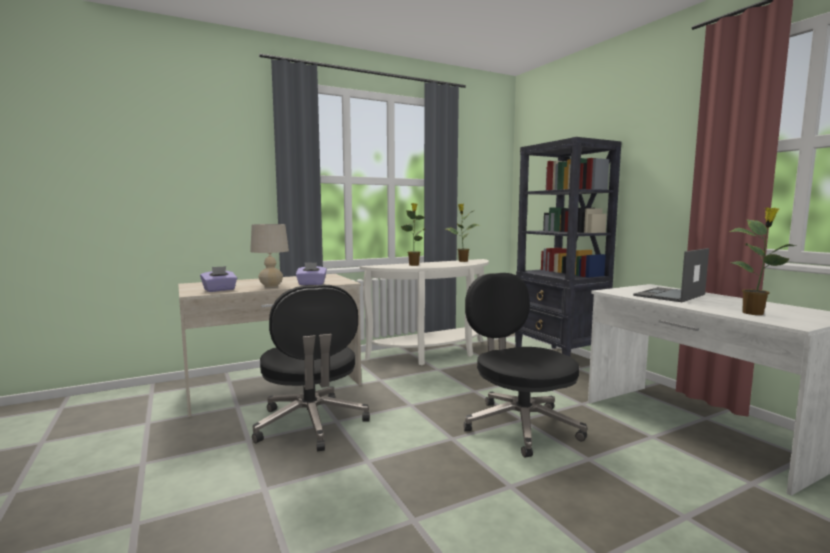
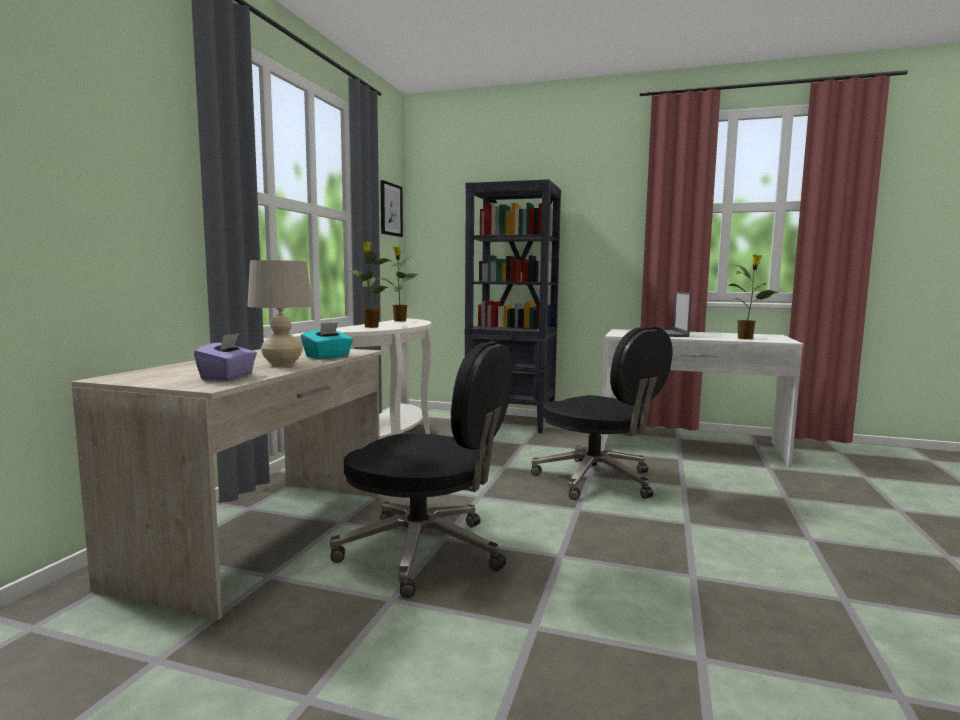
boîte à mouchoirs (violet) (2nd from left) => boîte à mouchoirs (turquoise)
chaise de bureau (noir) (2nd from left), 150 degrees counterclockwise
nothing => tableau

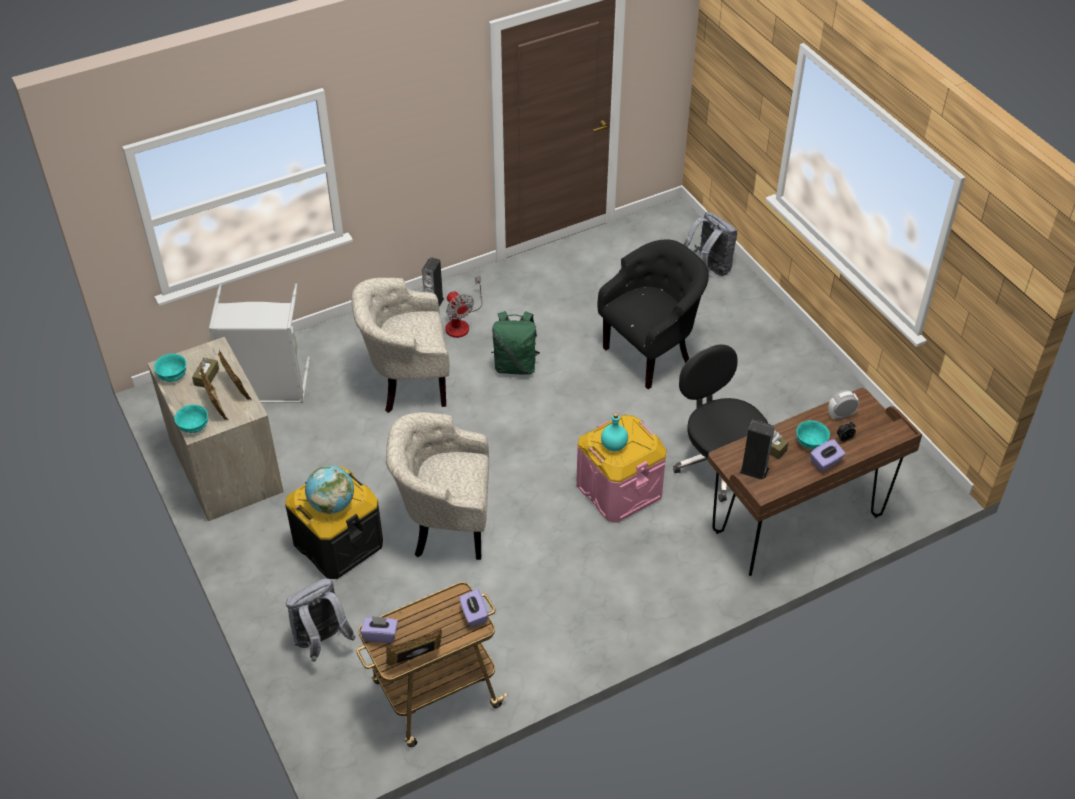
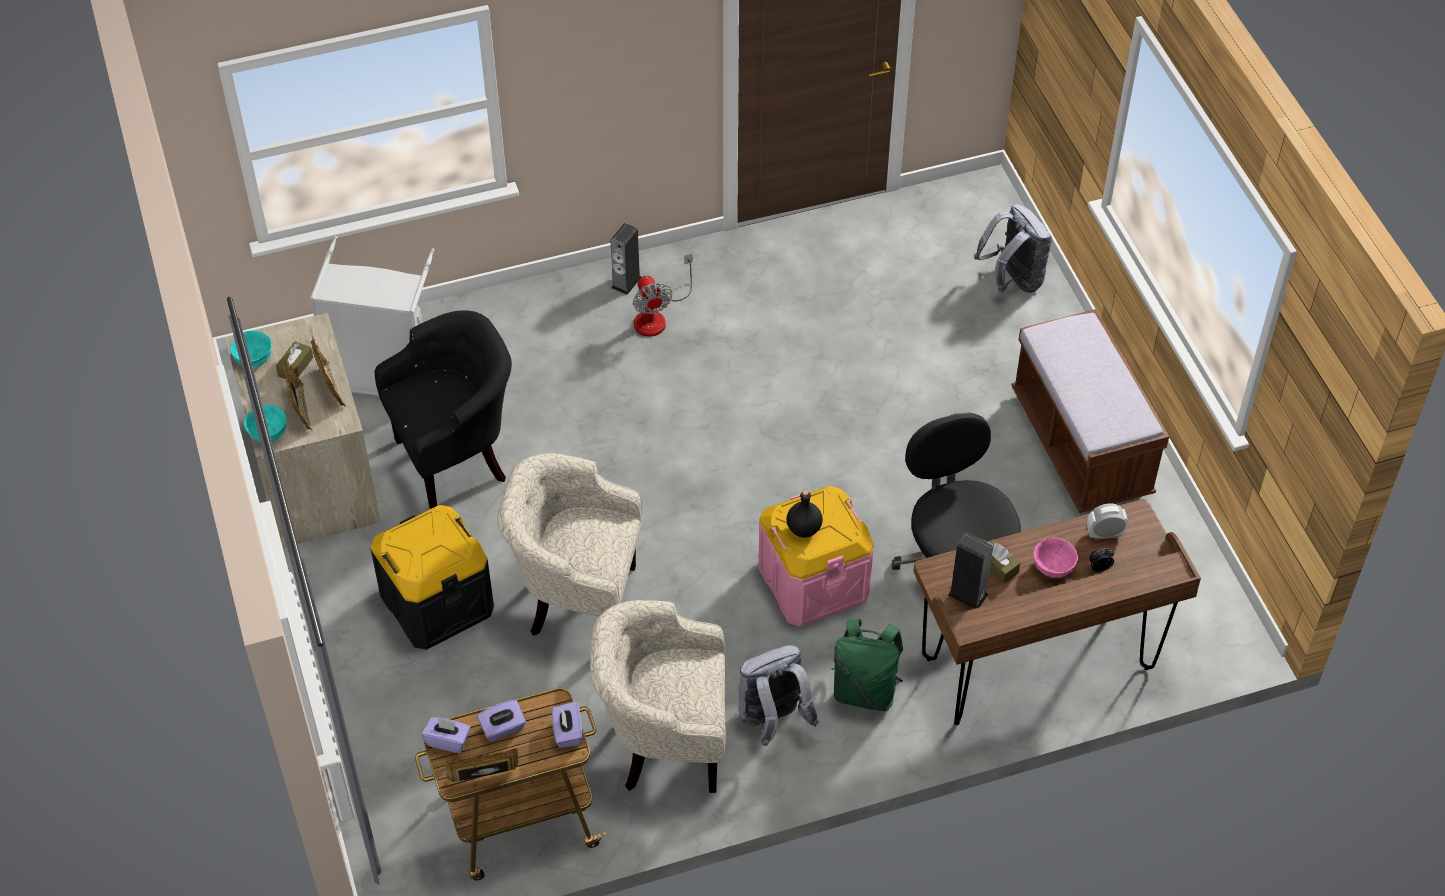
fauteuil (noir), move
fauteuil (beige) (1st from left in the first image) => fauteuil (beige) (2nd from left), move
sac à dos (vert), move
bouteille (turquoise) => bouteille (noir)
bol (turquoise) (3rd from left) => bol (rose)
boîte à mouchoirs (violet) (3rd from left in the first image) => boîte à mouchoirs (violet) (2nd from left), move
globe => nothing
sac à dos (gris) (1st from left), move
nothing => banc (marron)

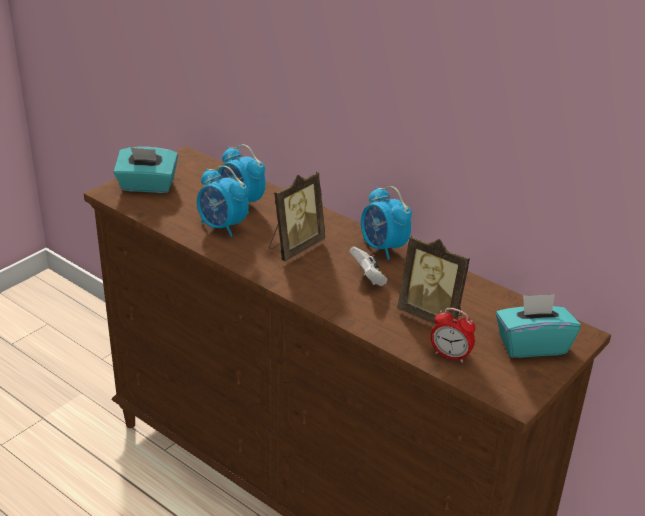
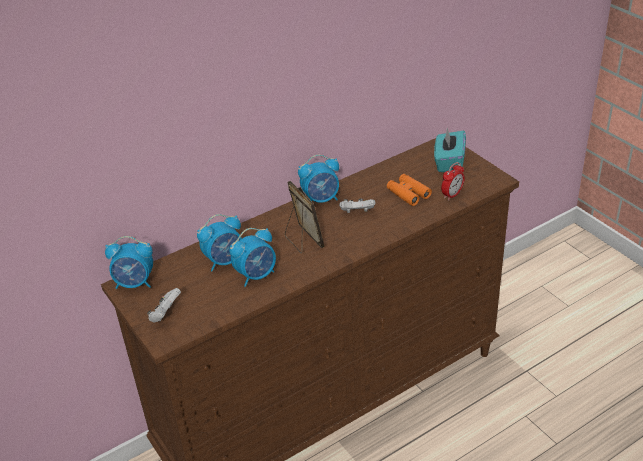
boîte à mouchoirs (turquoise) (1st from left) => manette (blanc) (1st from left)
cadre photo (2nd from left) => jumelles (orange)
nothing => réveil (1st from left)

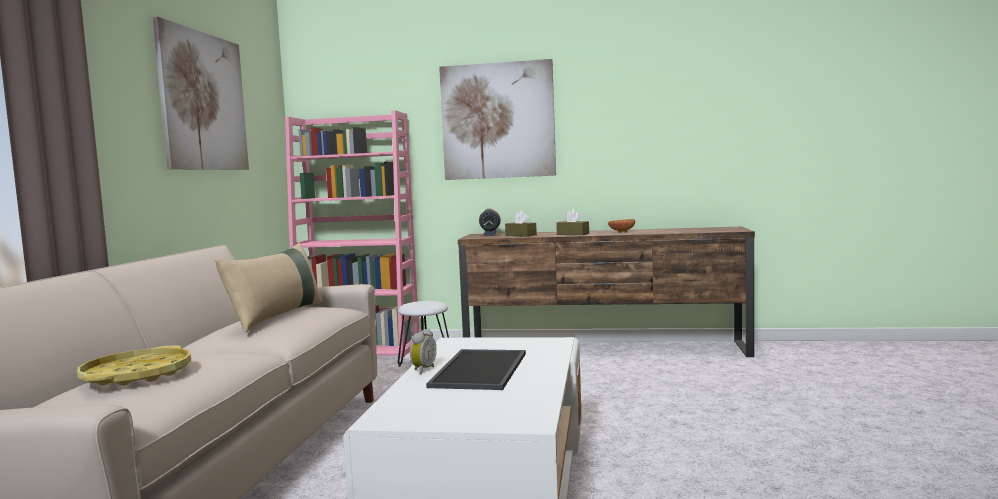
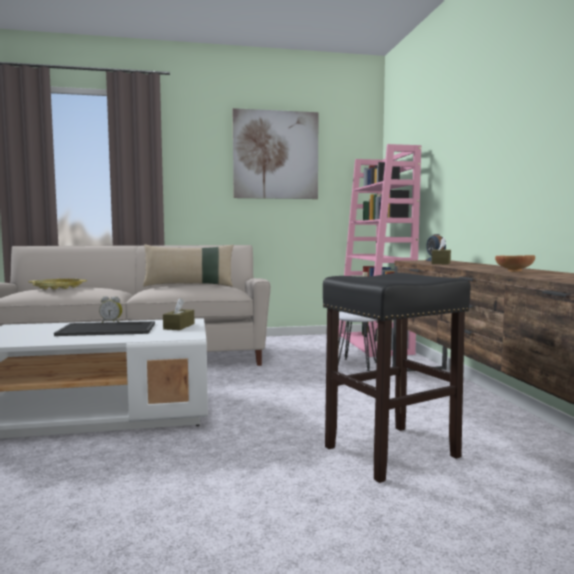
tableau (2nd from left) => nothing
boîte à mouchoirs (marron) (2nd from left in the first image) => boîte à mouchoirs (marron) (1st from left), move
nothing => tabouret (noir)

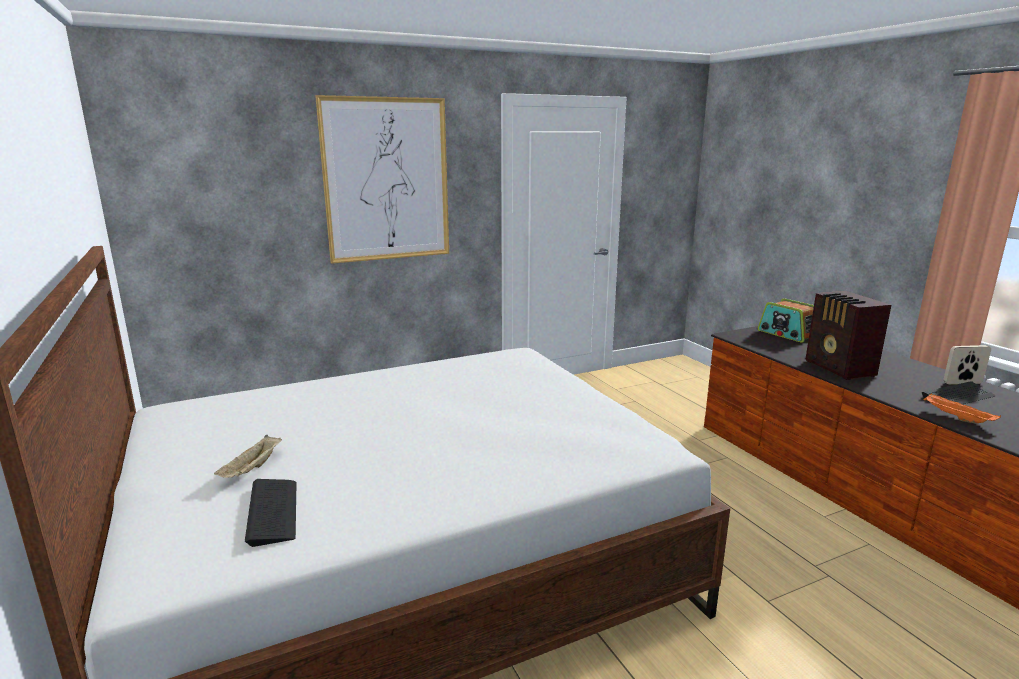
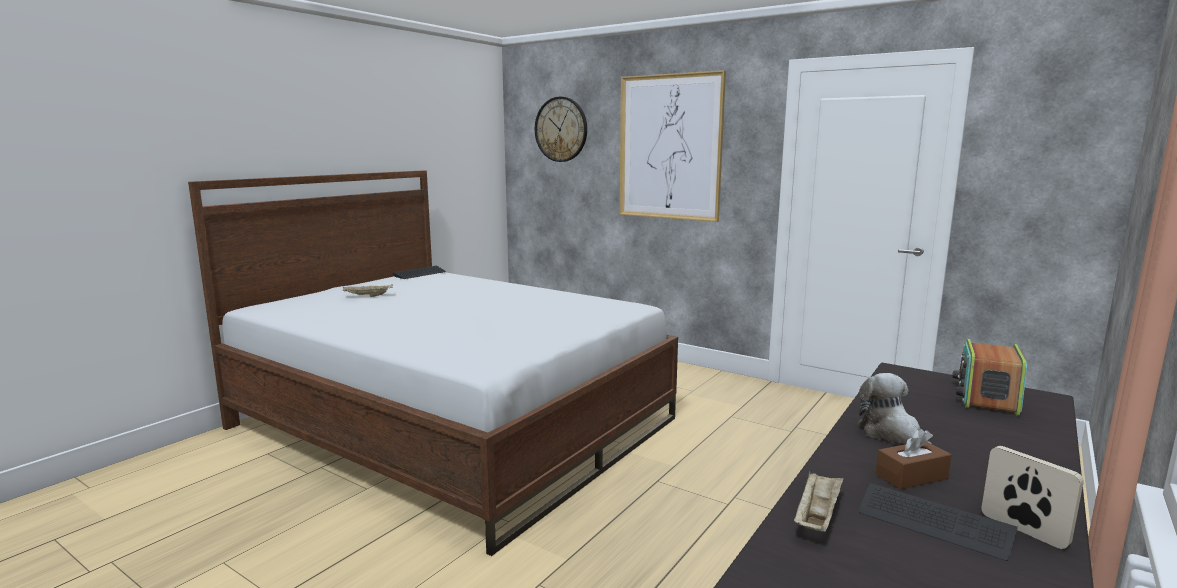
radio (2nd from left) => peluche
plateau (orange) => plateau (beige) (2nd from left)
clavier (1st from left), move
nothing => horloge murale
nothing => boîte à mouchoirs (marron)

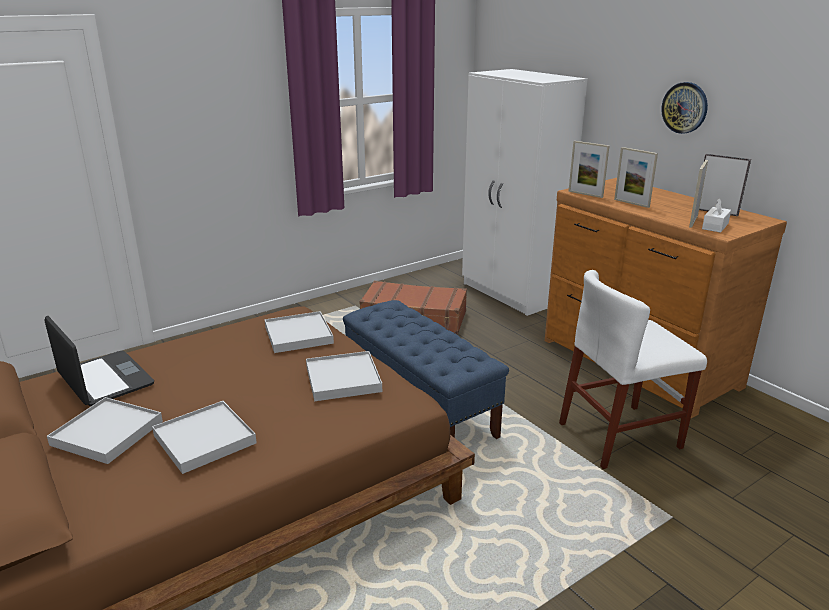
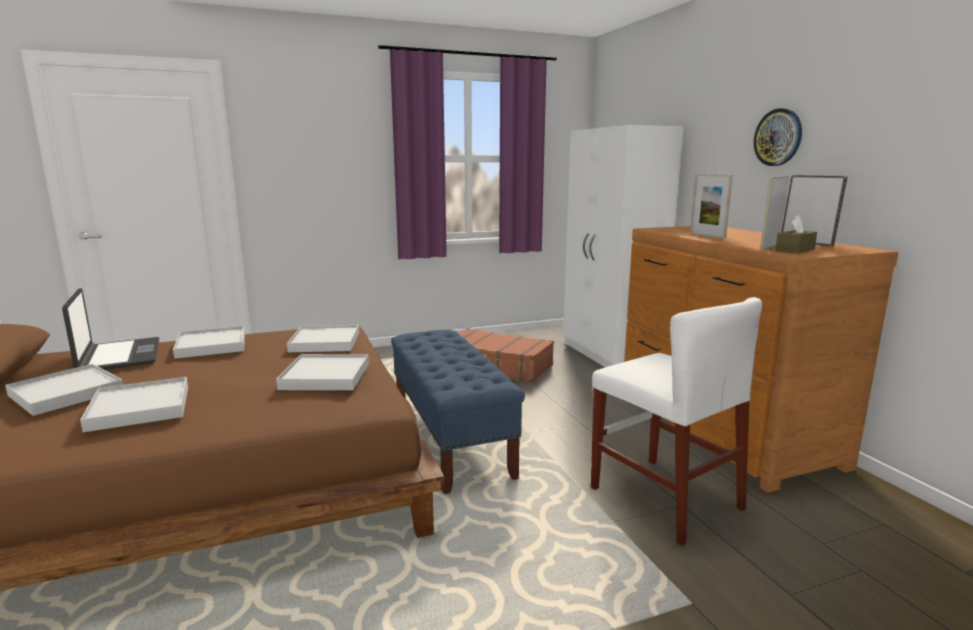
cadre photo (1st from left) => nothing
boîte à mouchoirs (blanc) => boîte à mouchoirs (marron)
chaise (blanc), 120 degrees counterclockwise
nothing => plateau (blanc) (3rd from left)

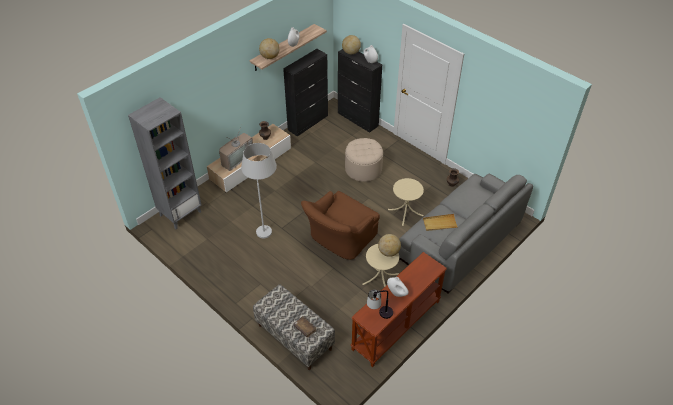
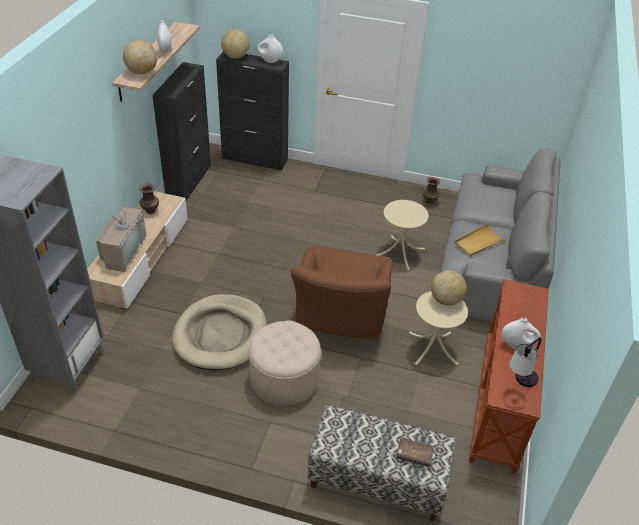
pouf (beige), move
lampadaire (blanc) => panier pour chien (beige)

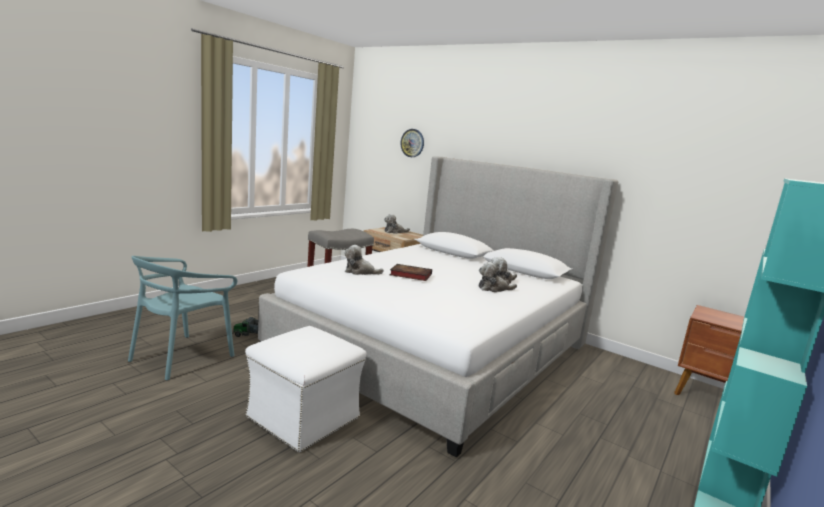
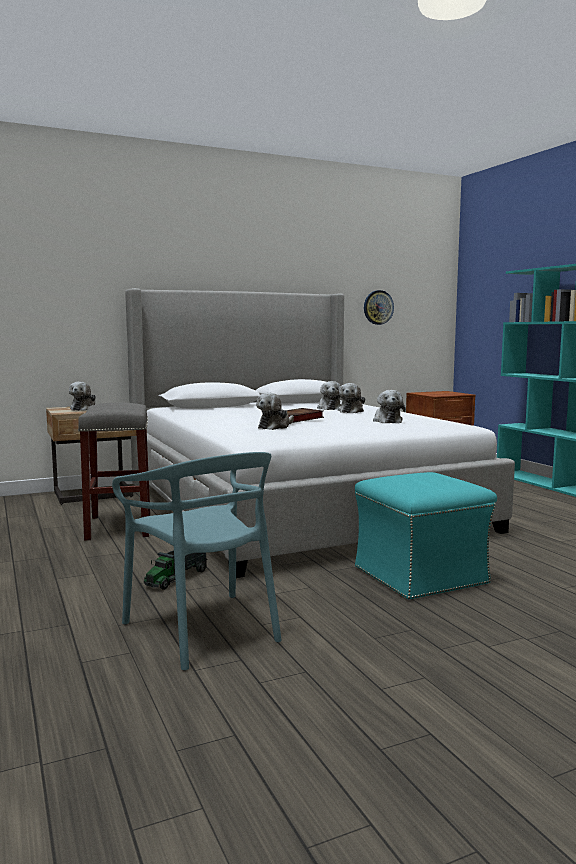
horloge murale, move
pouf (blanc) => pouf (turquoise)
nothing => peluche (5th from left)

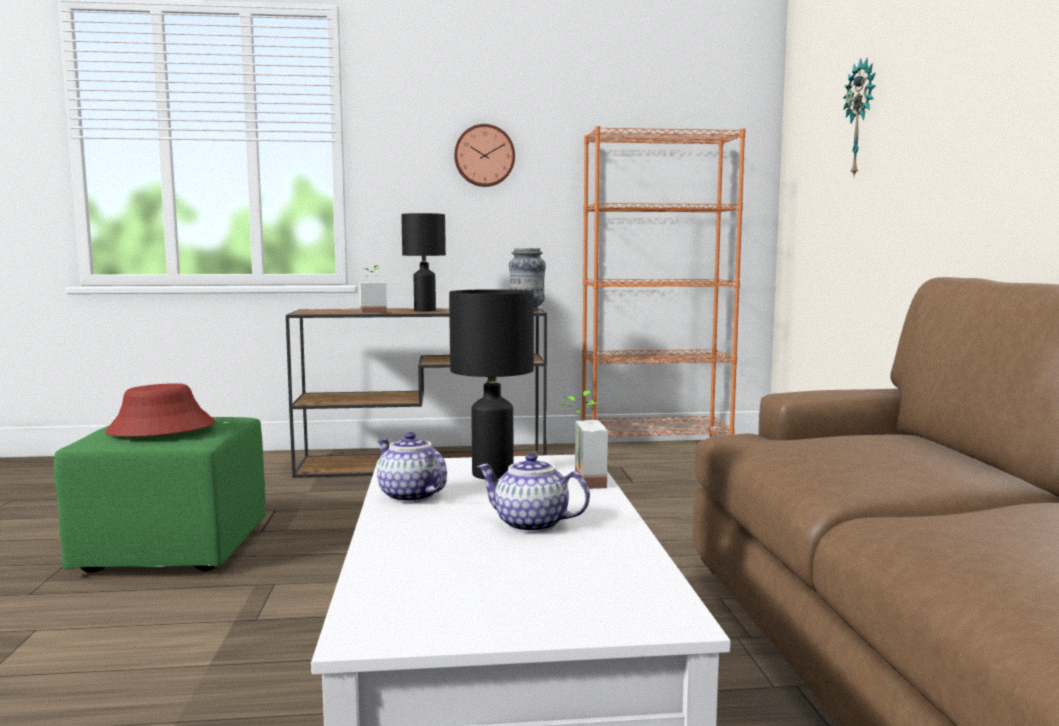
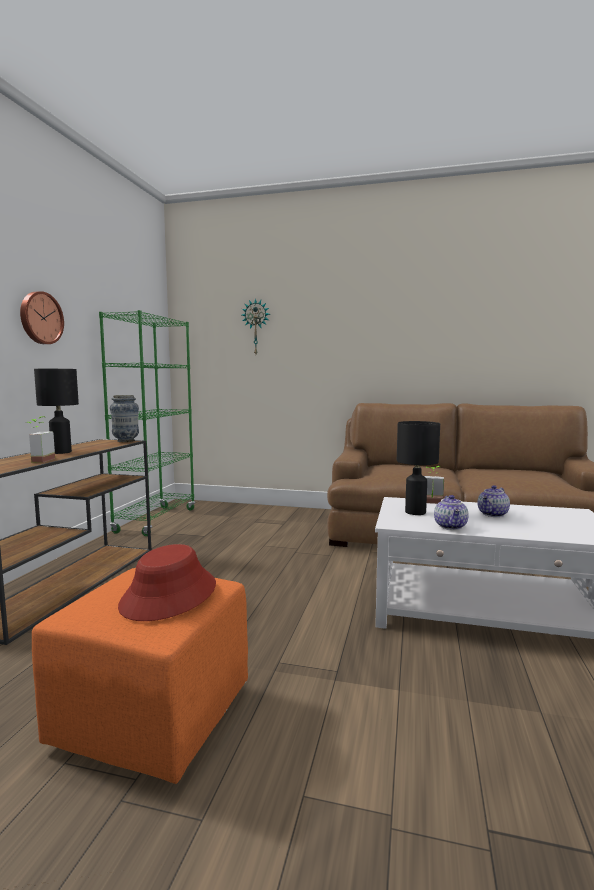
bibliothèque (orange) => bibliothèque (vert)
pouf (vert) => pouf (orange)
théière (1st from left), 60 degrees counterclockwise

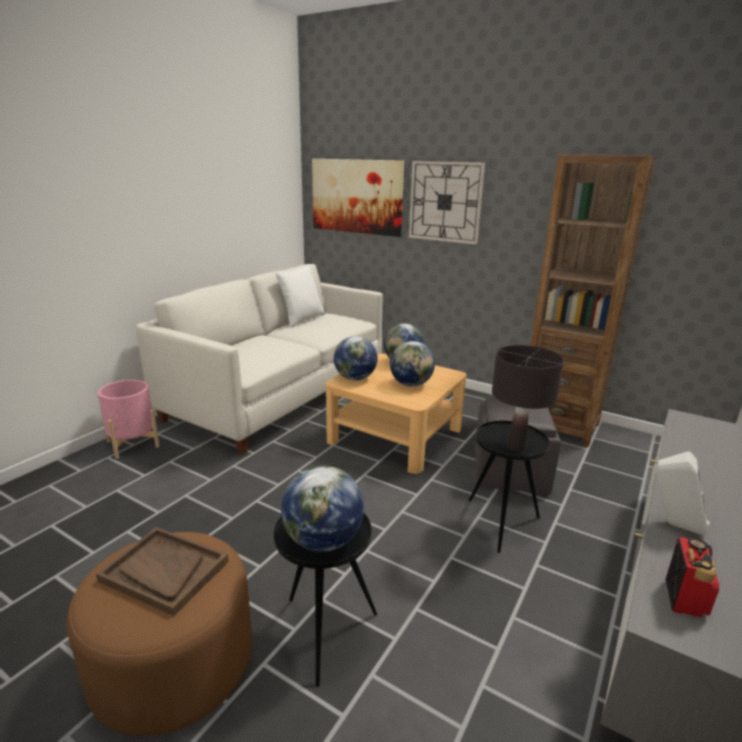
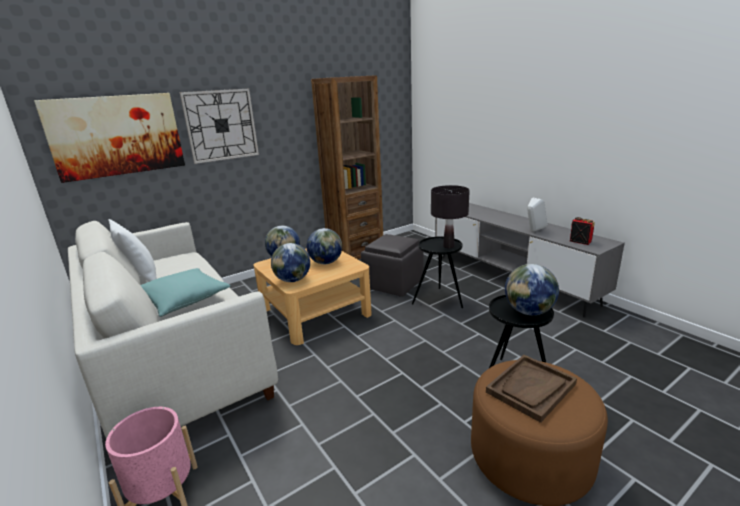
nothing => coussin (turquoise)

